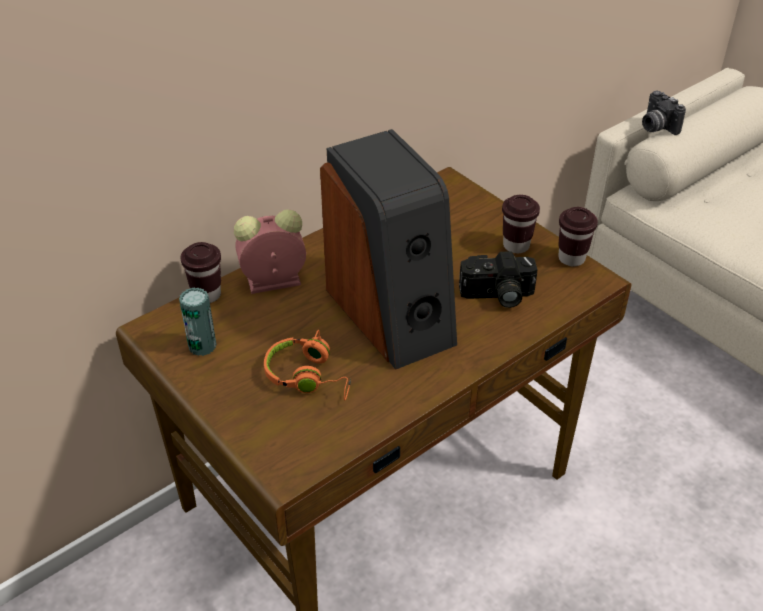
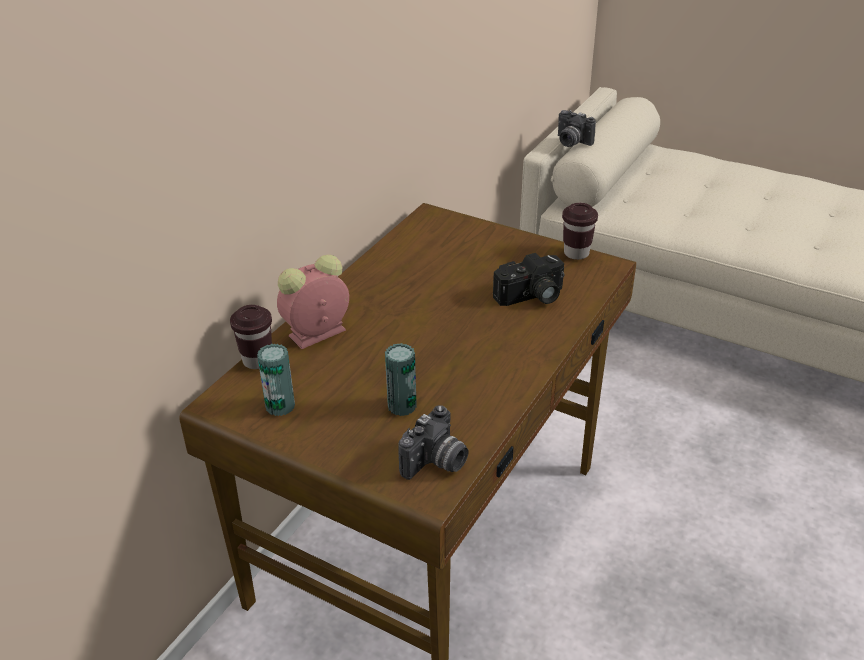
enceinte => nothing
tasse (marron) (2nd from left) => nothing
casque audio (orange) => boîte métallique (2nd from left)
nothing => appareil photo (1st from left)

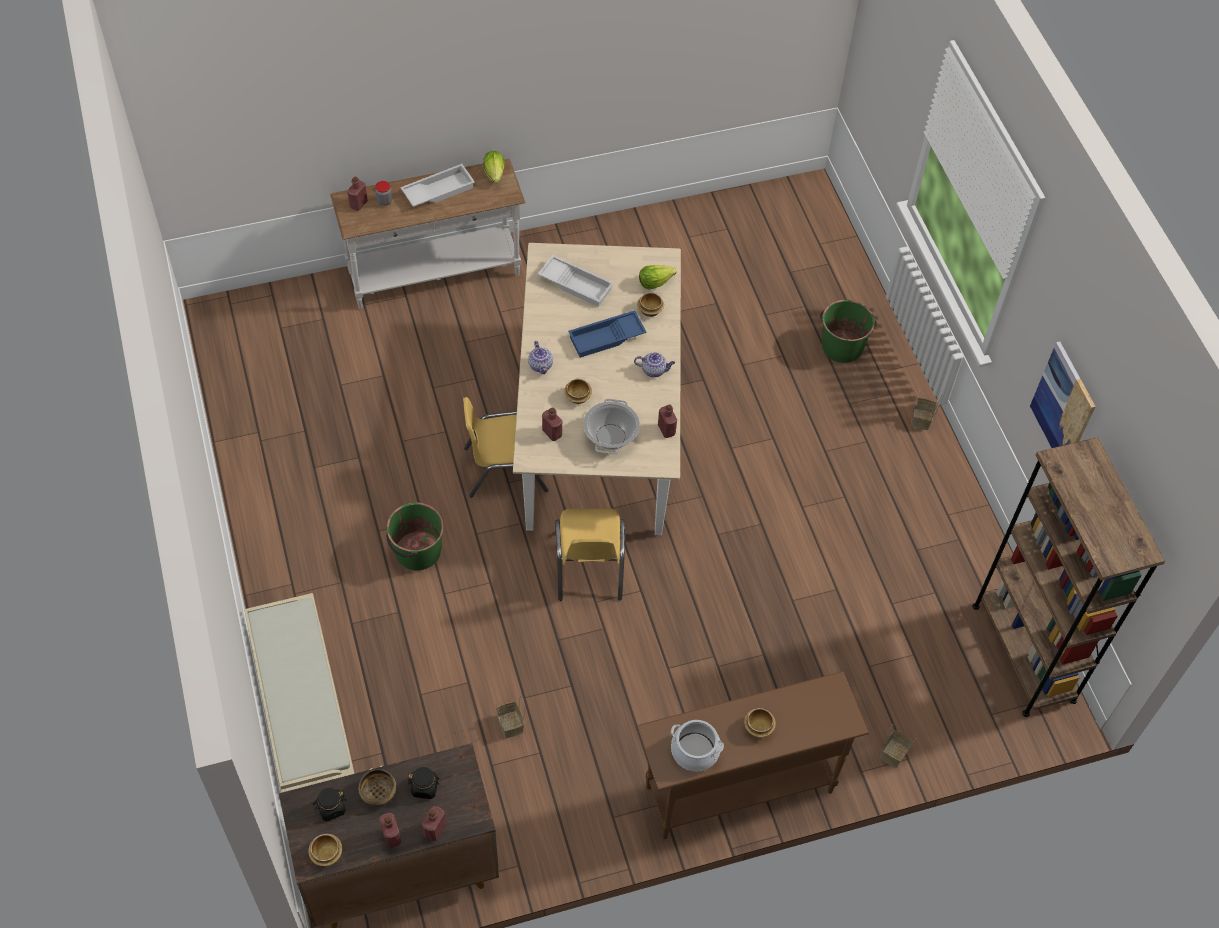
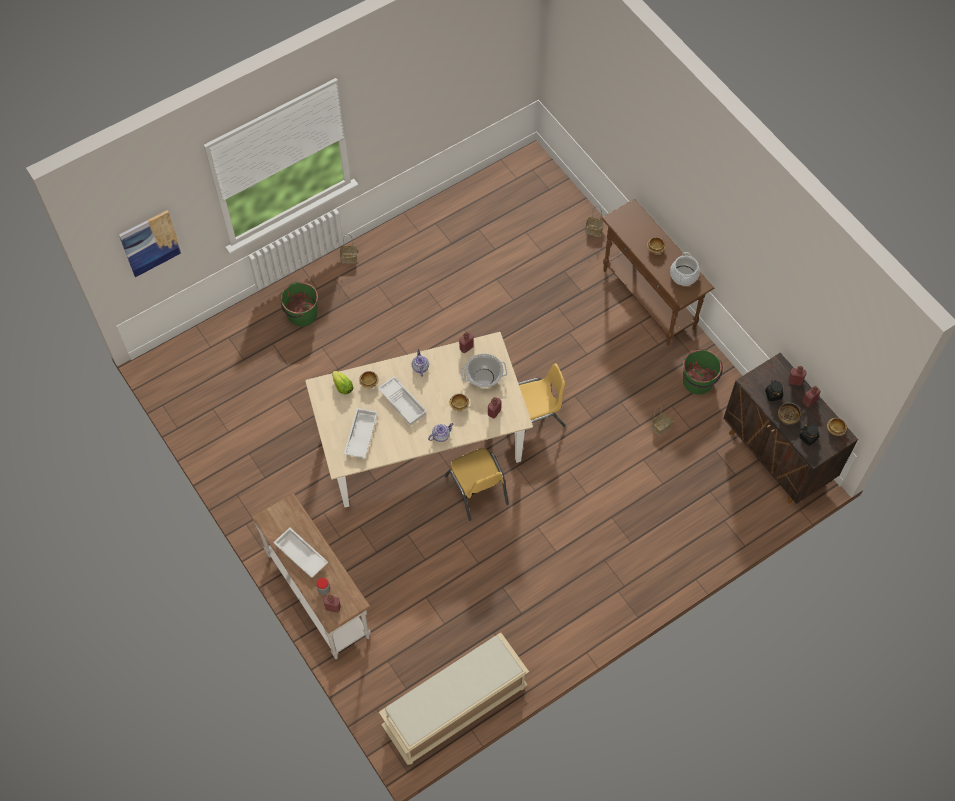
laitue (1st from left) => nothing
plateau (bleu) => plateau (blanc) (3rd from left)
tableau, move
bibliothèque (marron) => nothing
seau (vert) (1st from left in the first image) => seau (vert) (2nd from left), move
banc (beige), move

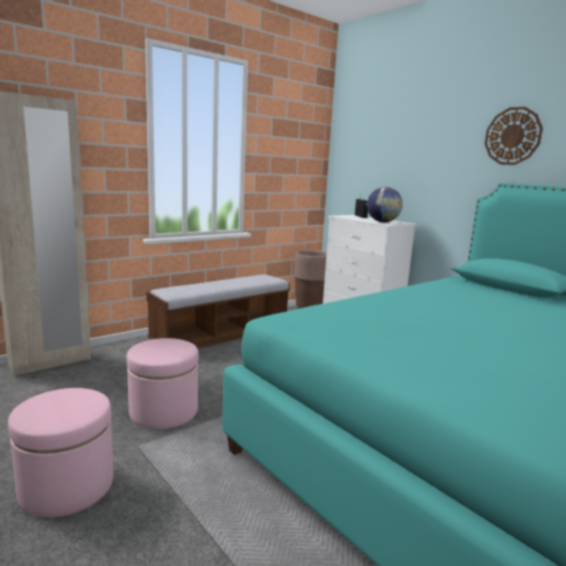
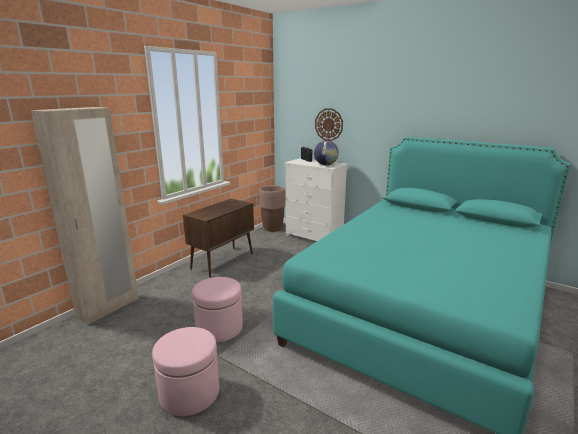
horloge murale, move
banc => meuble de rangement (marron)

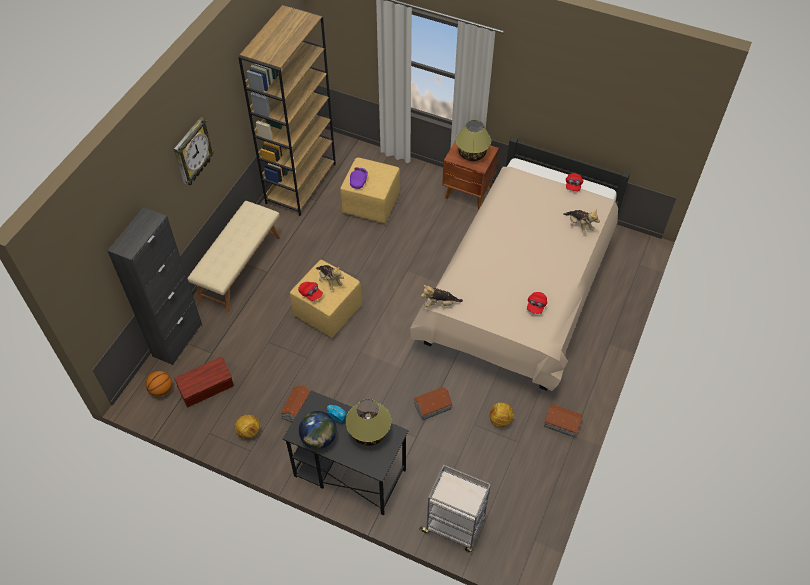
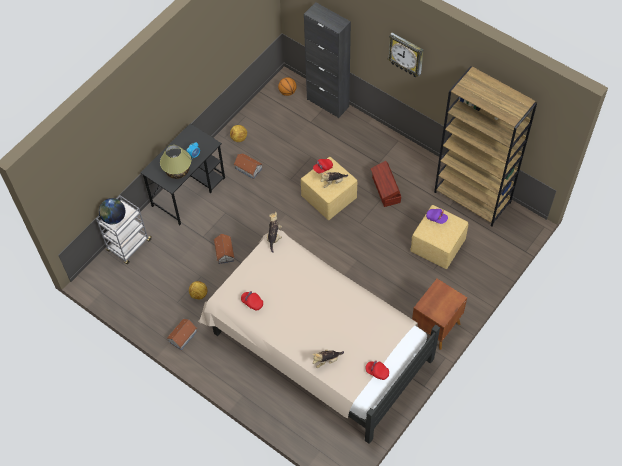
lampe de table (2nd from left) => nothing
banc (beige) => nothing
boîte de rangement (marron), move
globe, move

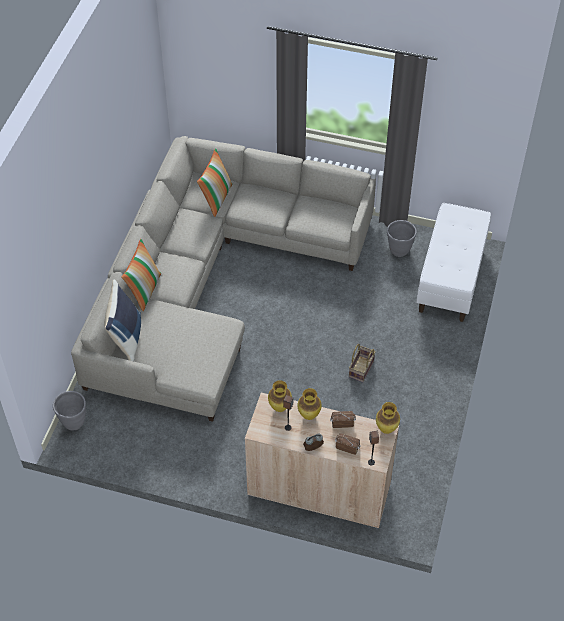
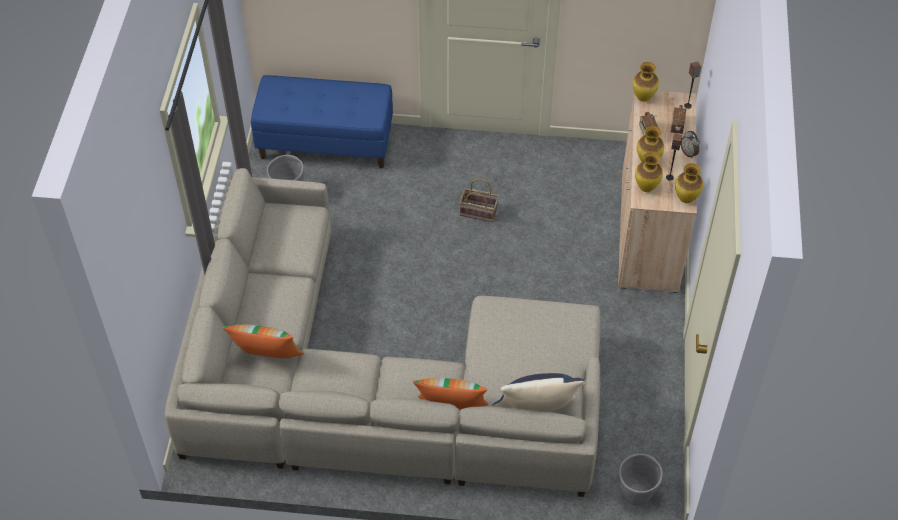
banc (blanc) => banc (bleu)
nothing => vase (4th from left)

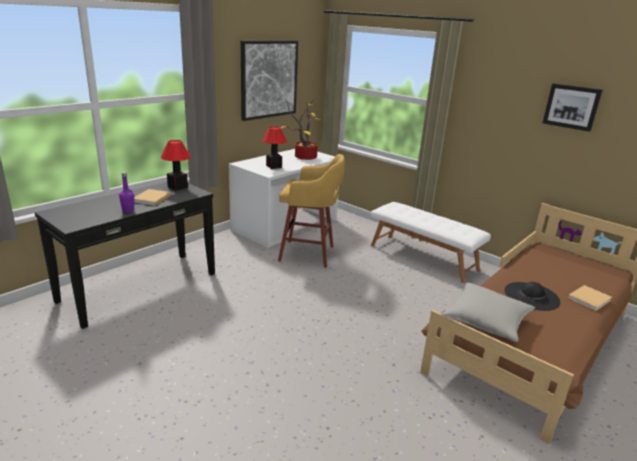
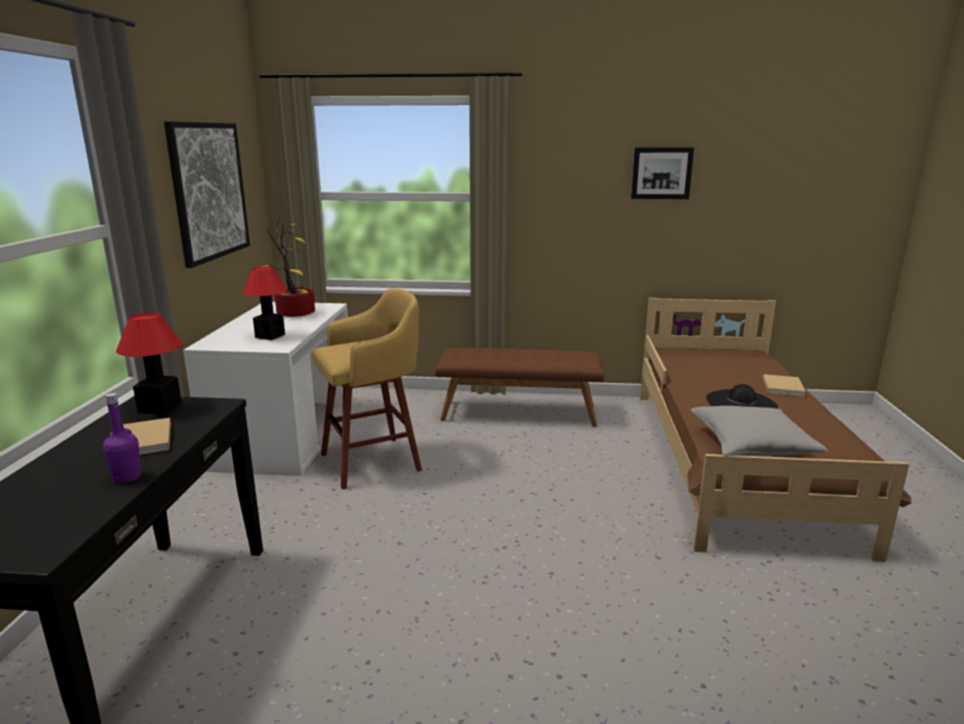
banc (blanc) => banc (marron)

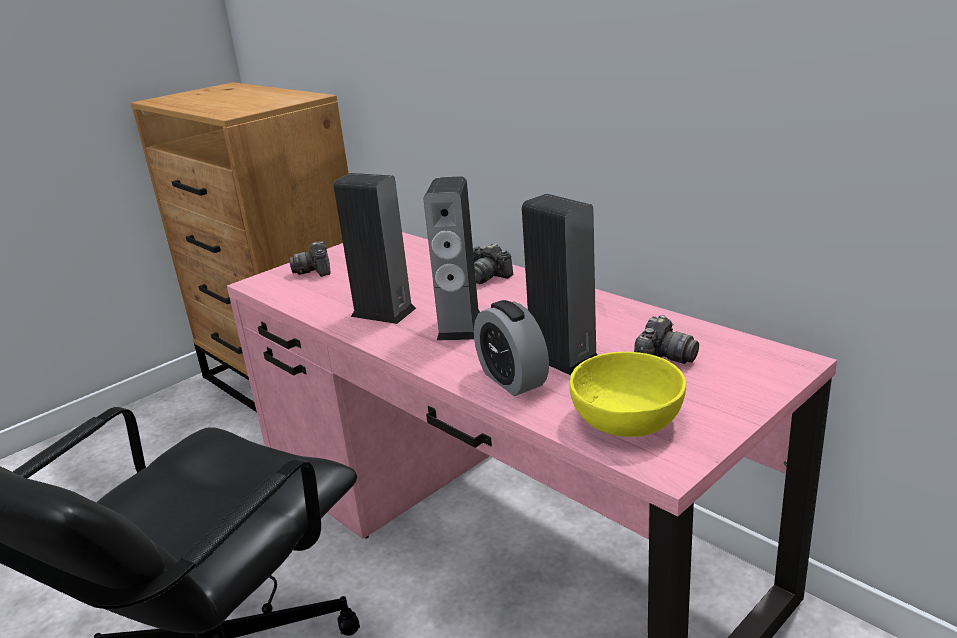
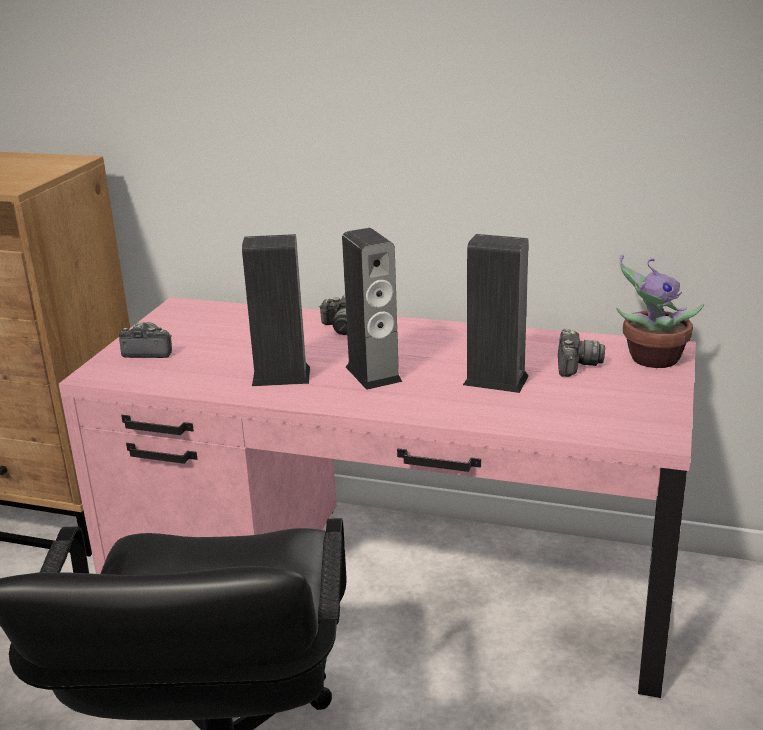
appareil photo (1st from left), 135 degrees clockwise
réveil => nothing
bol (jaune) => nothing
nothing => plante en pot

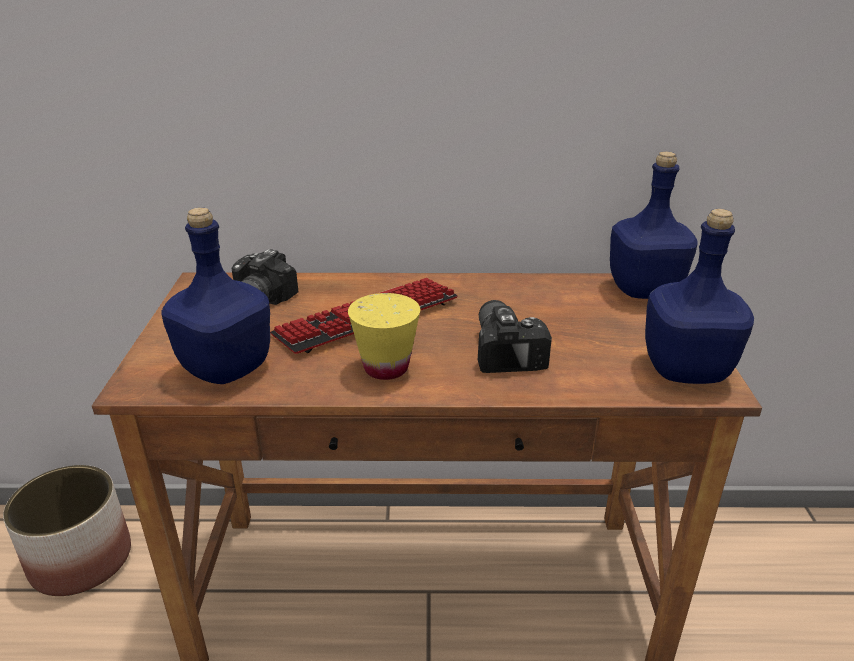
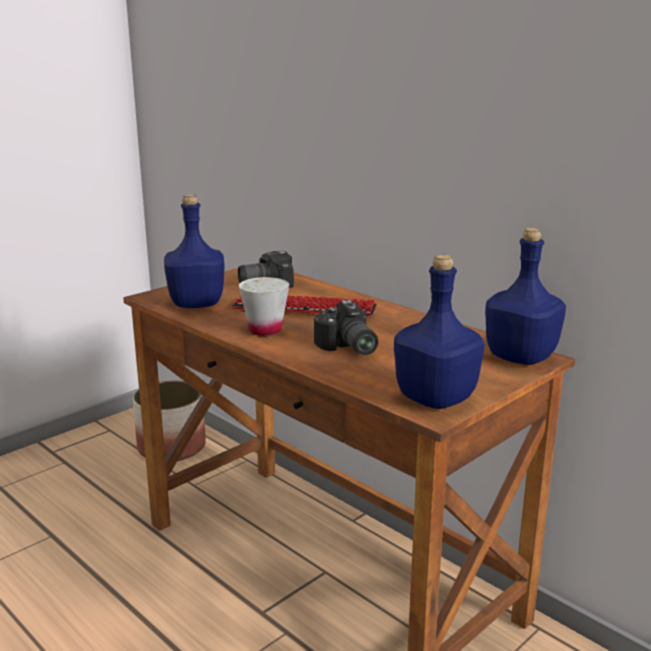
tasse (jaune) => tasse (blanc)
appareil photo (2nd from left), 120 degrees clockwise

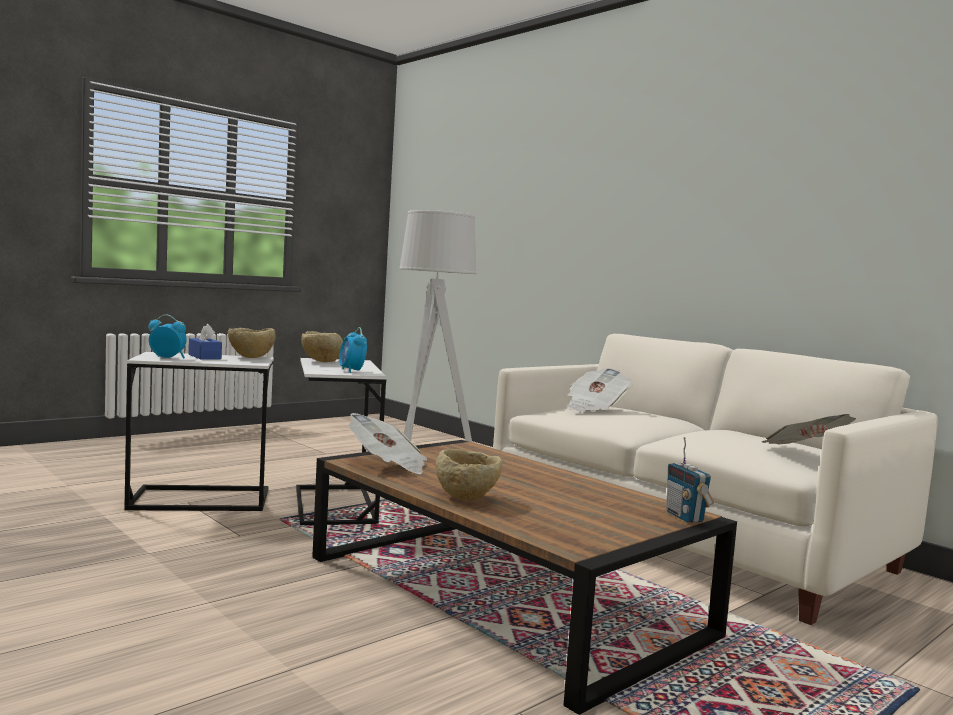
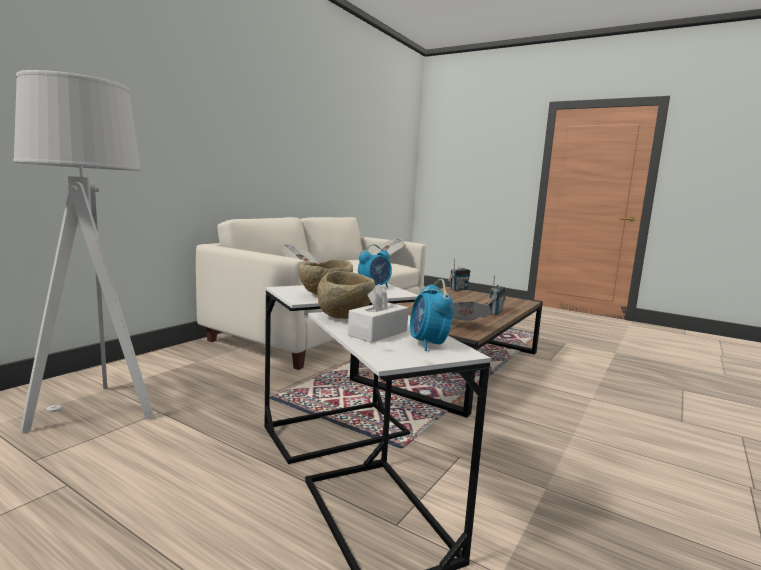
boîte à mouchoirs (bleu) => boîte à mouchoirs (blanc)
bol (beige) (3rd from left) => radio (2nd from left)

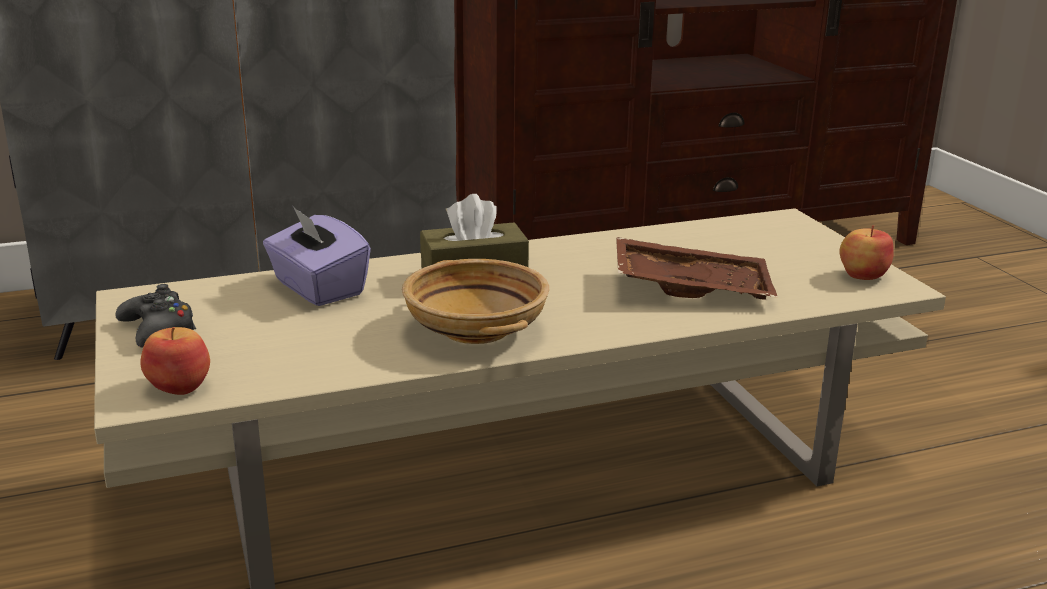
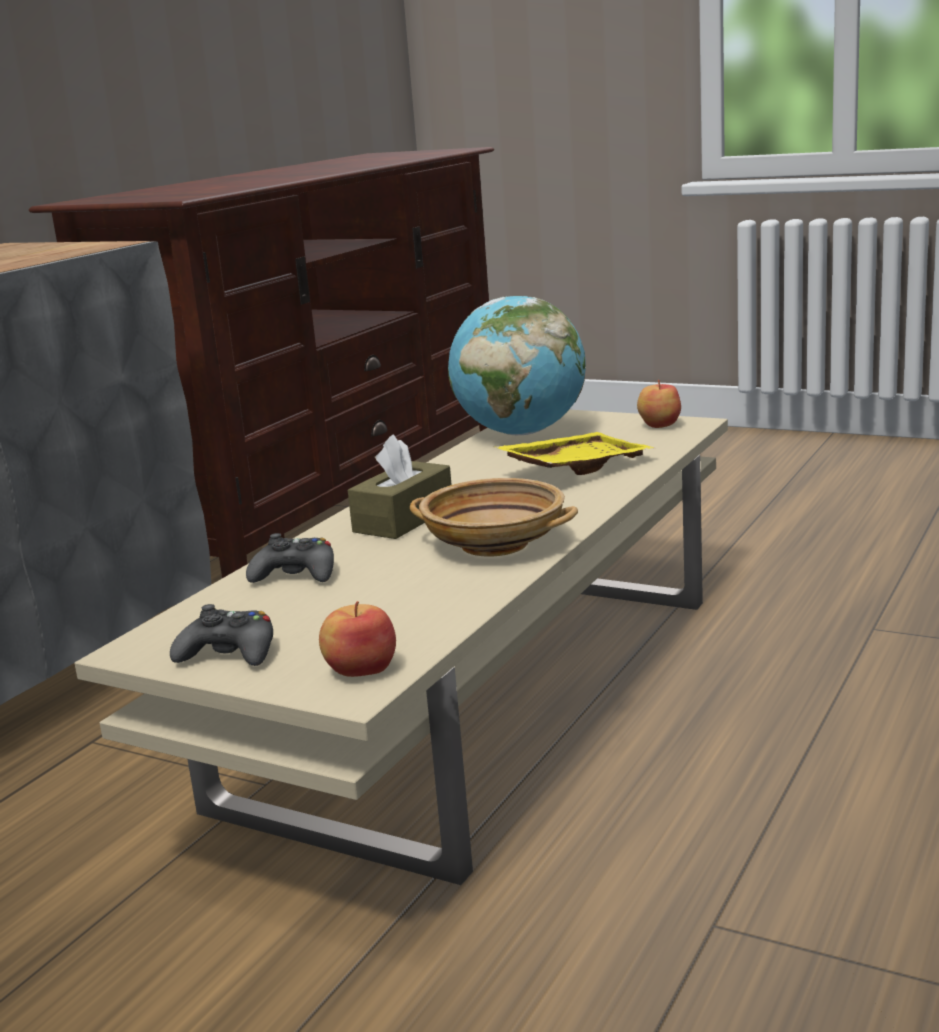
boîte à mouchoirs (violet) => manette (noir) (2nd from left)
plateau (marron) => plateau (jaune)
nothing => globe

